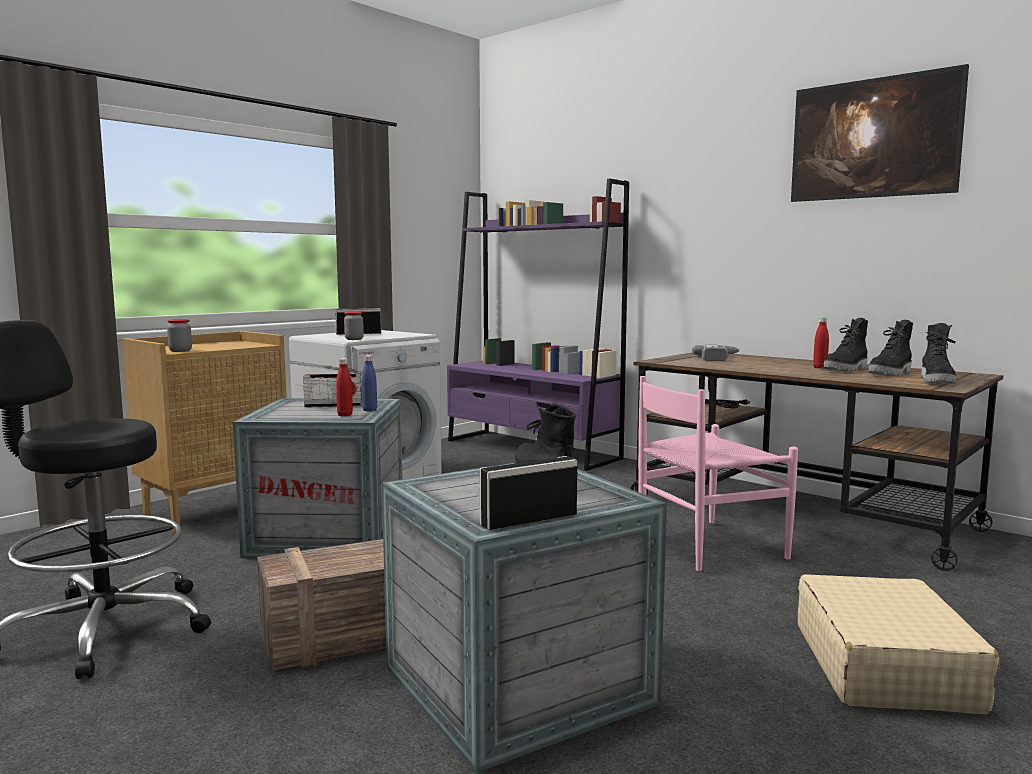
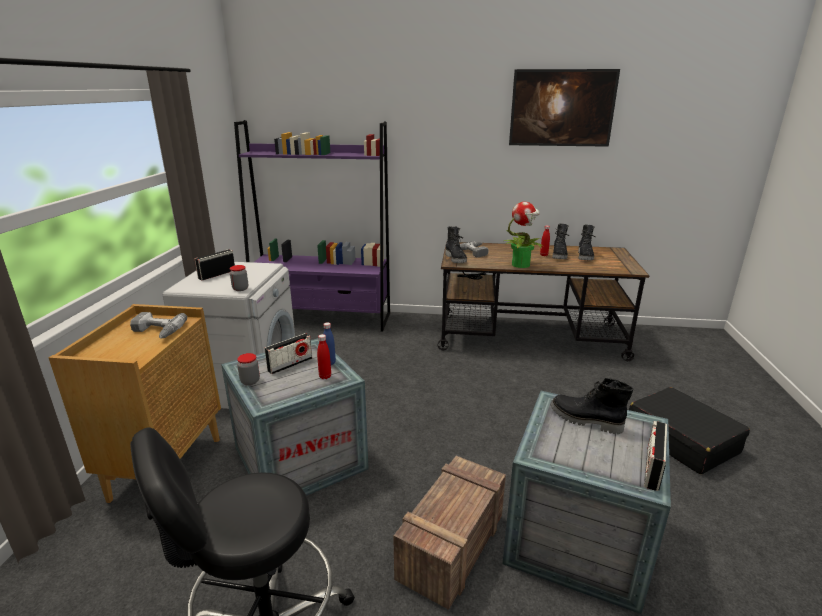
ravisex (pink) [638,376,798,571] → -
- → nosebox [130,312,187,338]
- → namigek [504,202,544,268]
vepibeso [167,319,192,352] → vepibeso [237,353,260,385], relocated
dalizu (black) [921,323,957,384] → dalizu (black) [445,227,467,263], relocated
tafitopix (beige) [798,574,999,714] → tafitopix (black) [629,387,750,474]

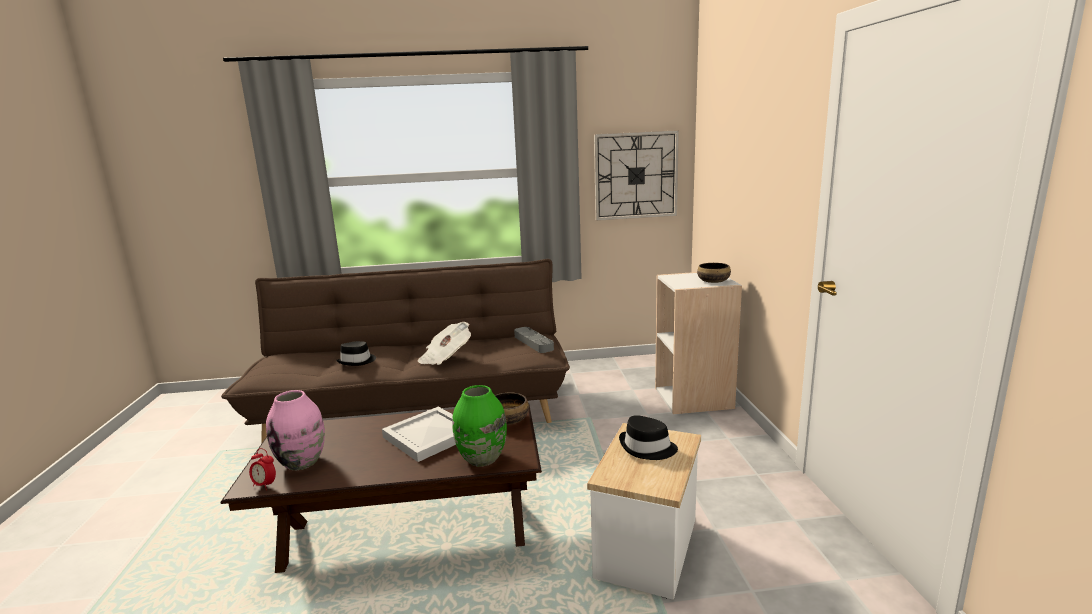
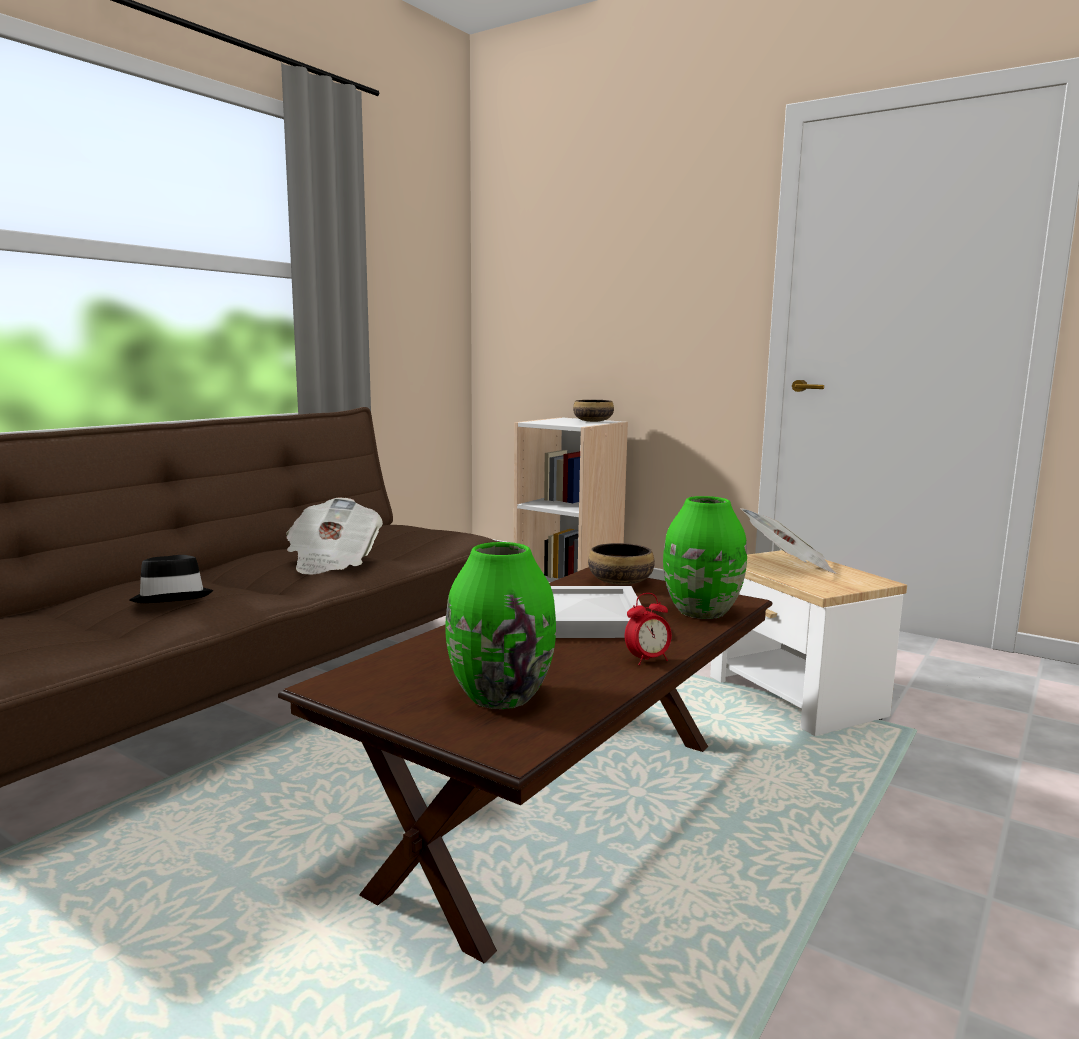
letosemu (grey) [514,327,554,353] → -
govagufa [594,130,679,221] → -
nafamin [249,448,276,490] → nafamin [625,593,672,665], relocated
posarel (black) [619,415,678,460] → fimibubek [741,508,837,574]
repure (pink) [266,390,325,470] → repure (green) [445,542,556,709]

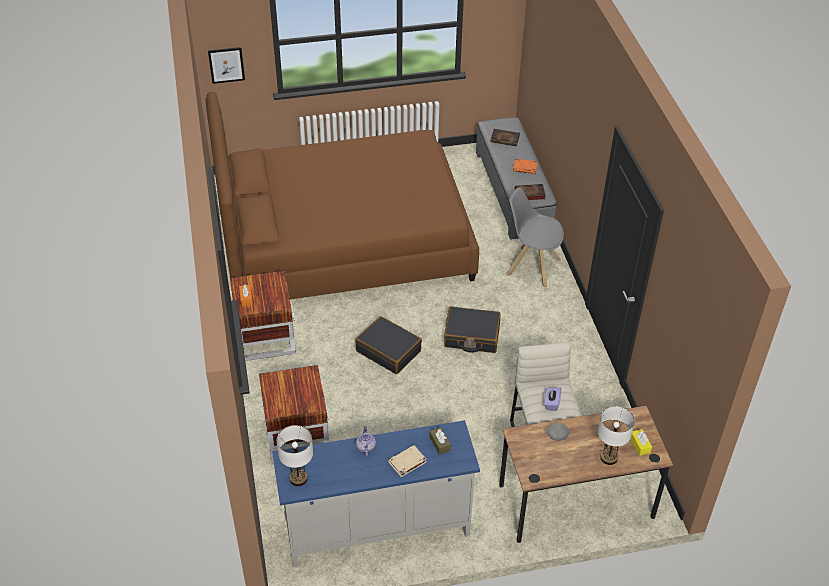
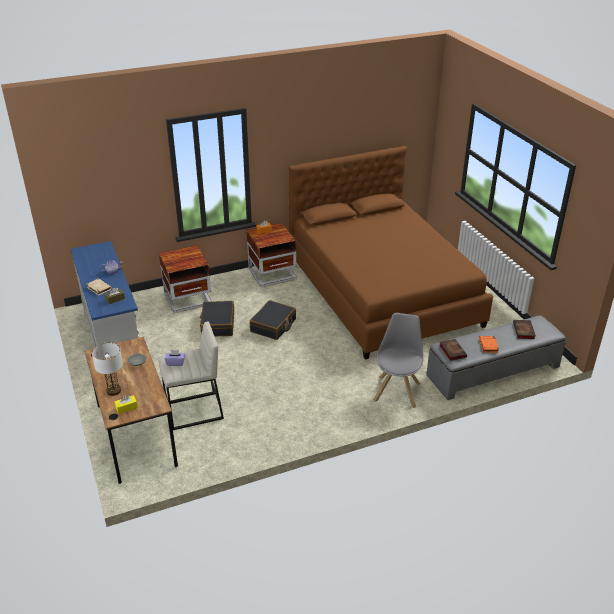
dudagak [208,47,245,84] → -
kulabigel [277,425,313,486] → -
tafitopix (black) [444,306,501,353] → tafitopix (black) [200,301,234,336], relocated

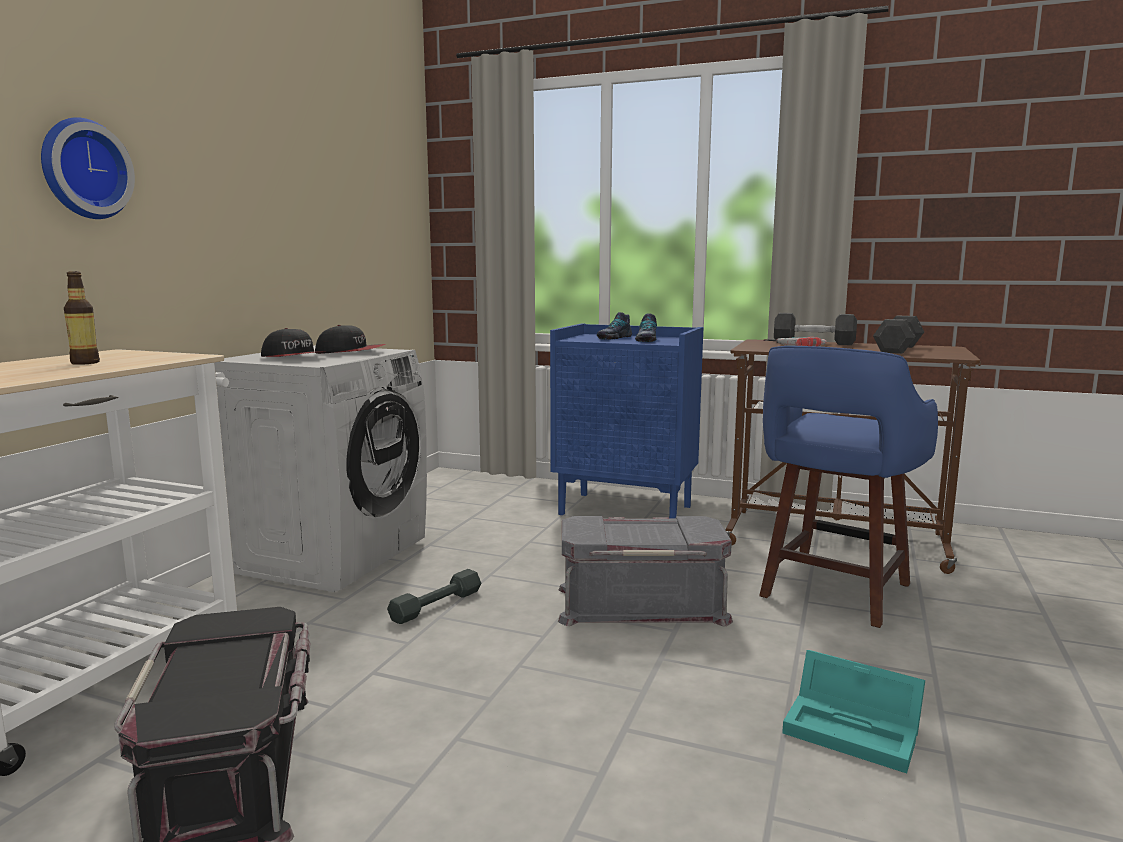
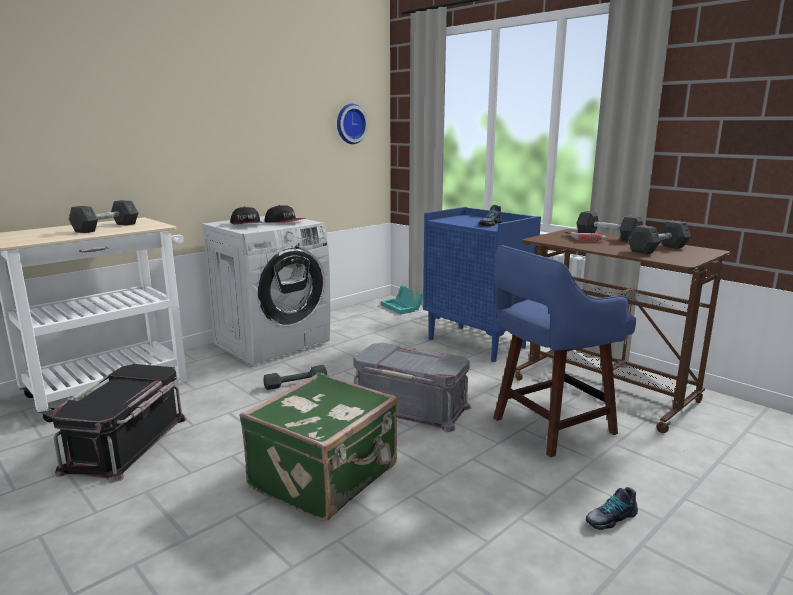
- → tafitopix (green) [240,372,398,522]
govagufa [41,117,135,219] → govagufa [337,104,368,144], relocated
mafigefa [597,312,632,340] → mafigefa [586,487,638,530], relocated
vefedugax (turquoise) [782,650,925,773] → vefedugax (turquoise) [381,285,423,315], relocated
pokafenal [64,271,100,365] → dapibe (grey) [69,200,138,233]

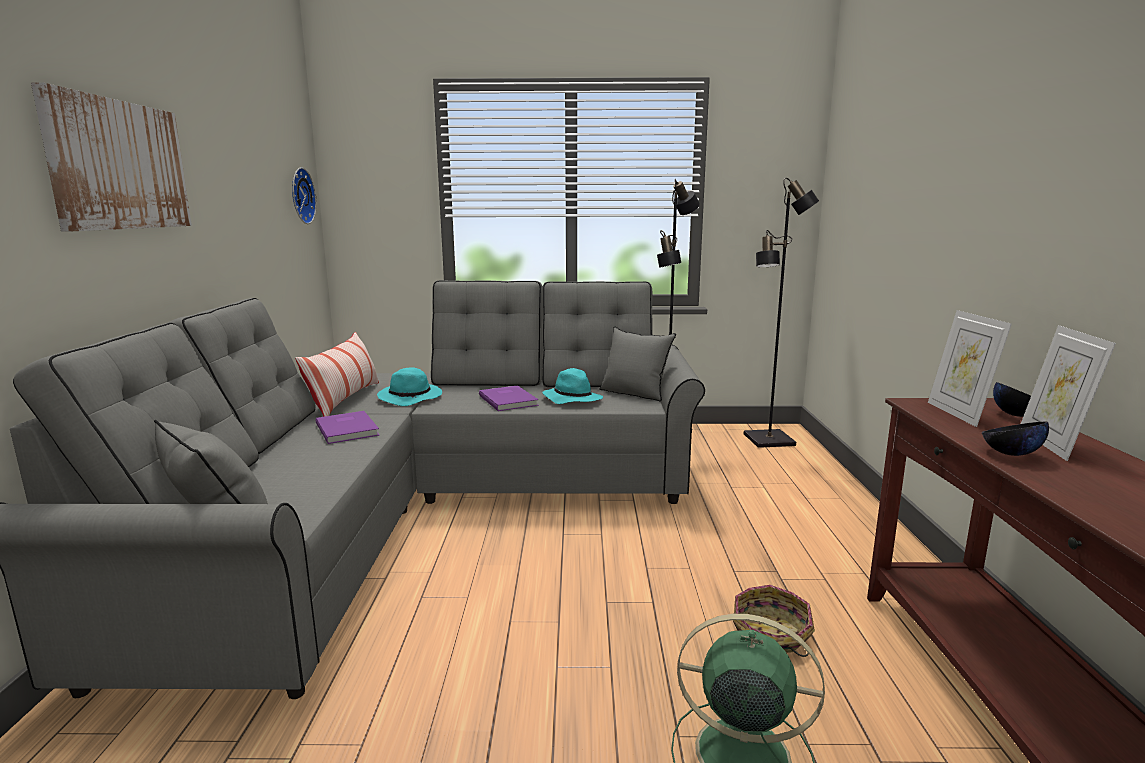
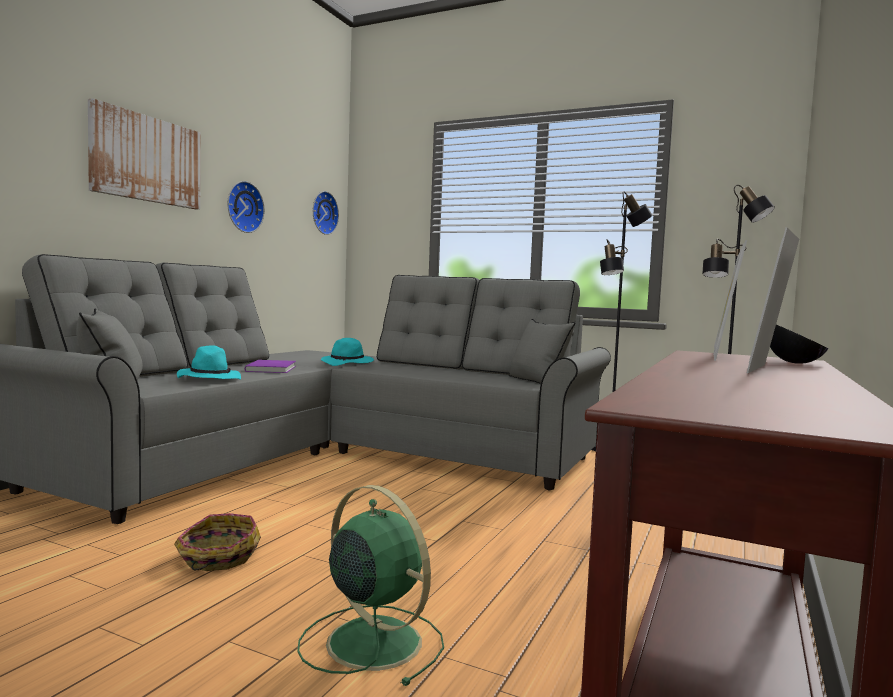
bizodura [295,332,379,417] → -
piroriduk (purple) [479,385,539,411] → -
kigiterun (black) [982,422,1049,456] → -
- → govagufa [227,181,265,233]
posarel (turquoise) [542,368,603,404] → posarel (turquoise) [177,345,241,379], relocated
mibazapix [733,585,815,657] → mibazapix [174,513,261,571], relocated

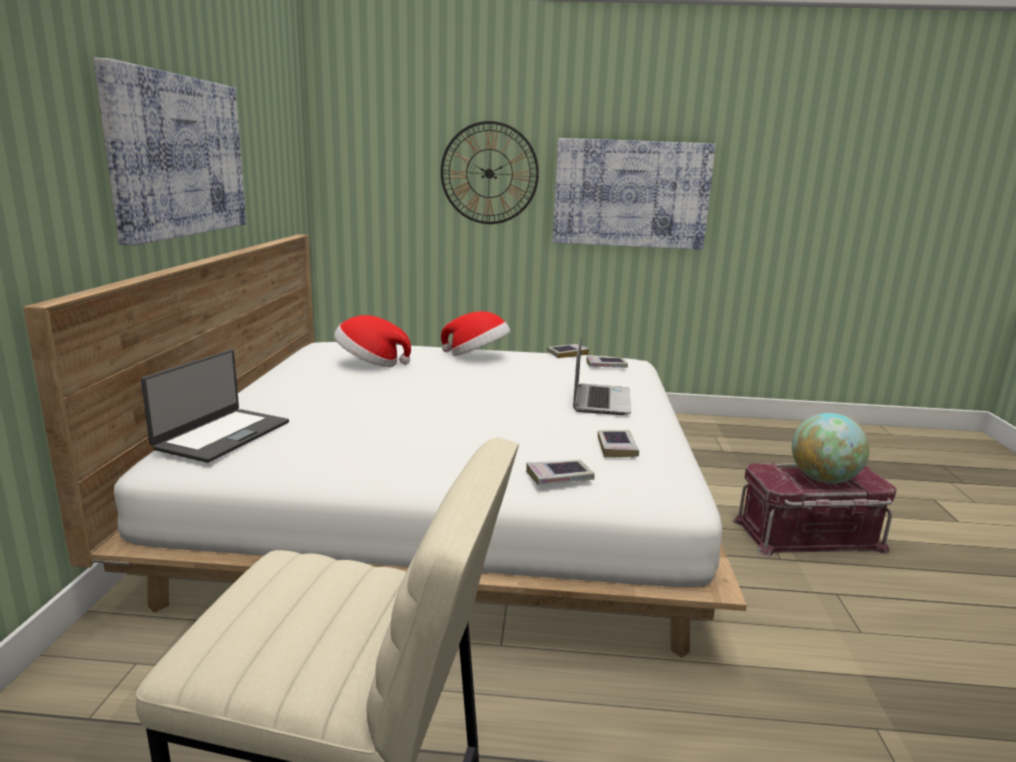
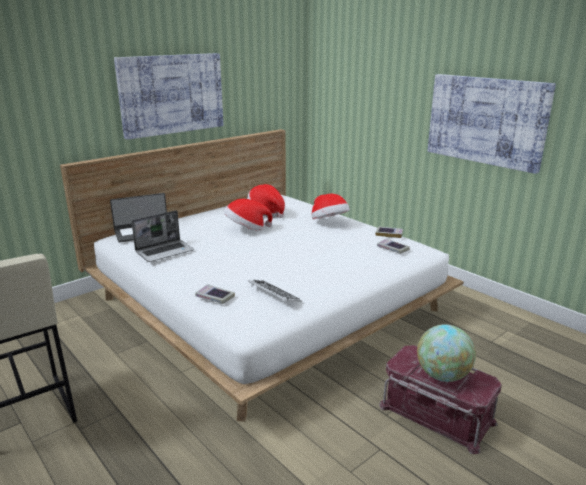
govagufa [441,121,539,224] → -
- → posarel [224,199,272,231]
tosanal [573,336,631,415] → tosanal [131,210,194,262], relocated
piroriduk [598,430,639,458] → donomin [248,280,302,302]

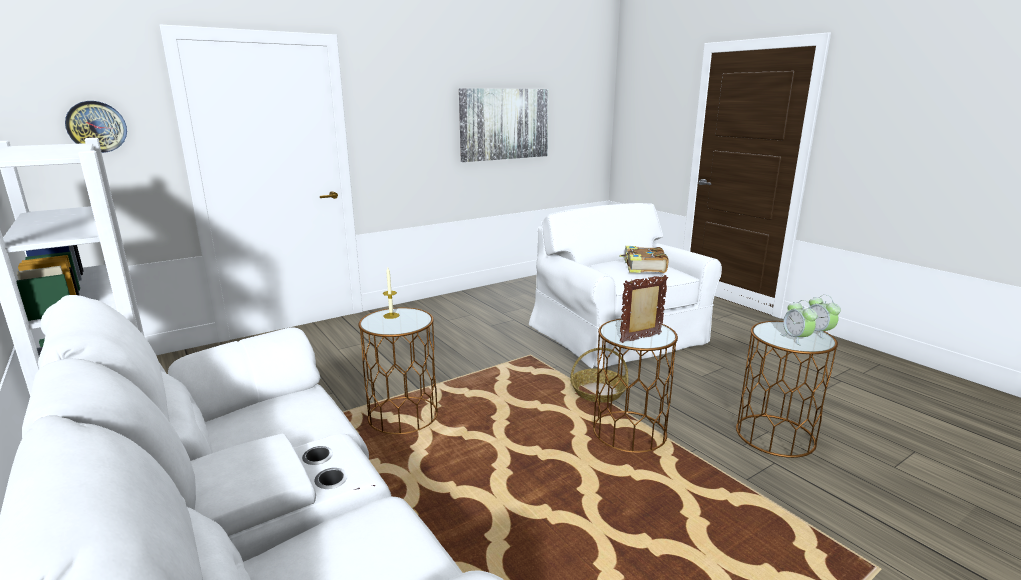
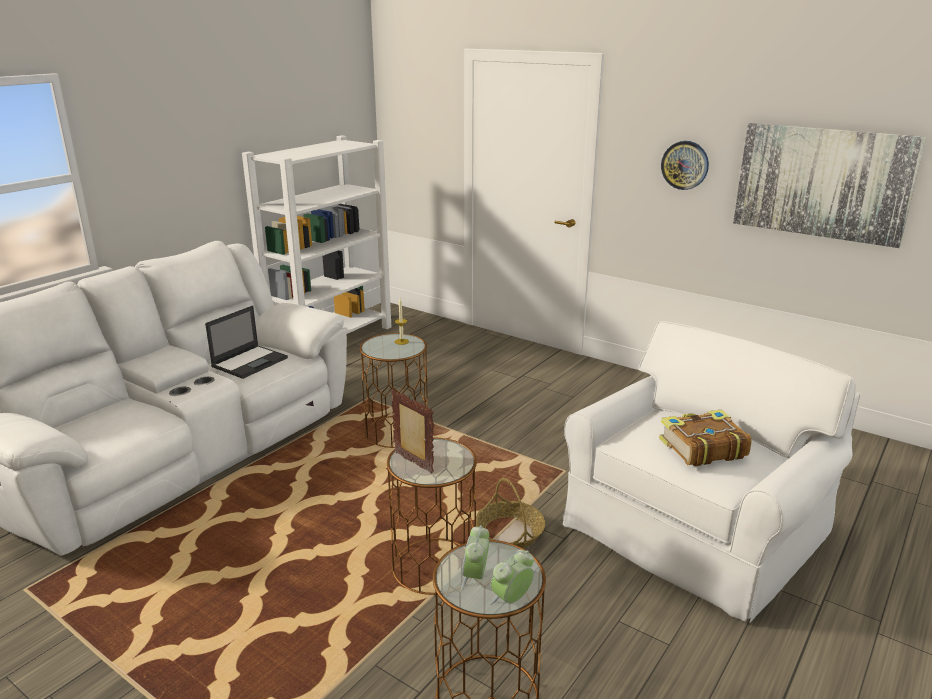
- → tosanal [205,306,288,379]
govagufa [65,101,127,153] → govagufa [661,141,709,190], relocated
nafamin [780,300,818,345] → nafamin [461,525,489,589], 45 degrees counterclockwise

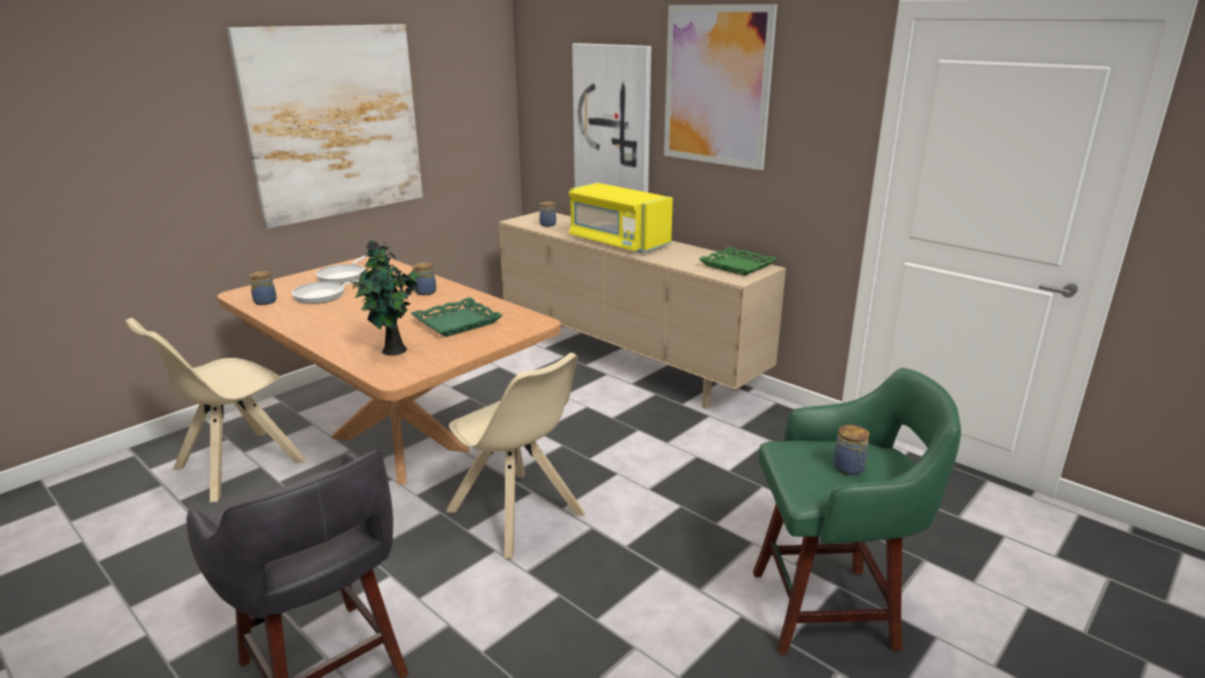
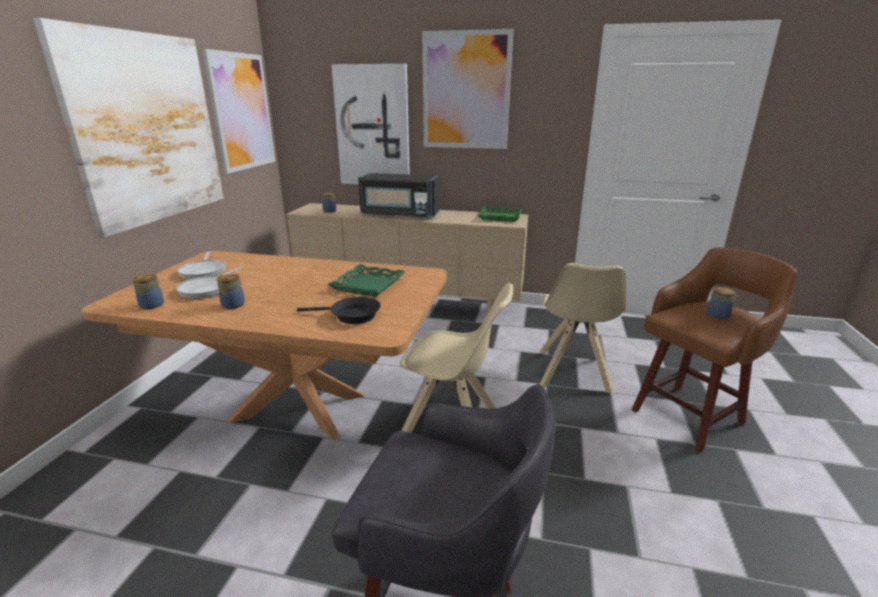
- → dudagak [202,49,275,174]
ravisex (beige) [126,318,306,502] → ravisex (beige) [540,263,626,395], relocated
vepibeso [413,263,436,296] → vepibeso [217,274,245,309], relocated
namigek [351,240,420,356] → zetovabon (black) [297,297,380,324]
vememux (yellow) [568,183,673,253] → vememux (black) [358,173,441,219]
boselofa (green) [753,368,961,654] → boselofa (brown) [631,248,798,453]

